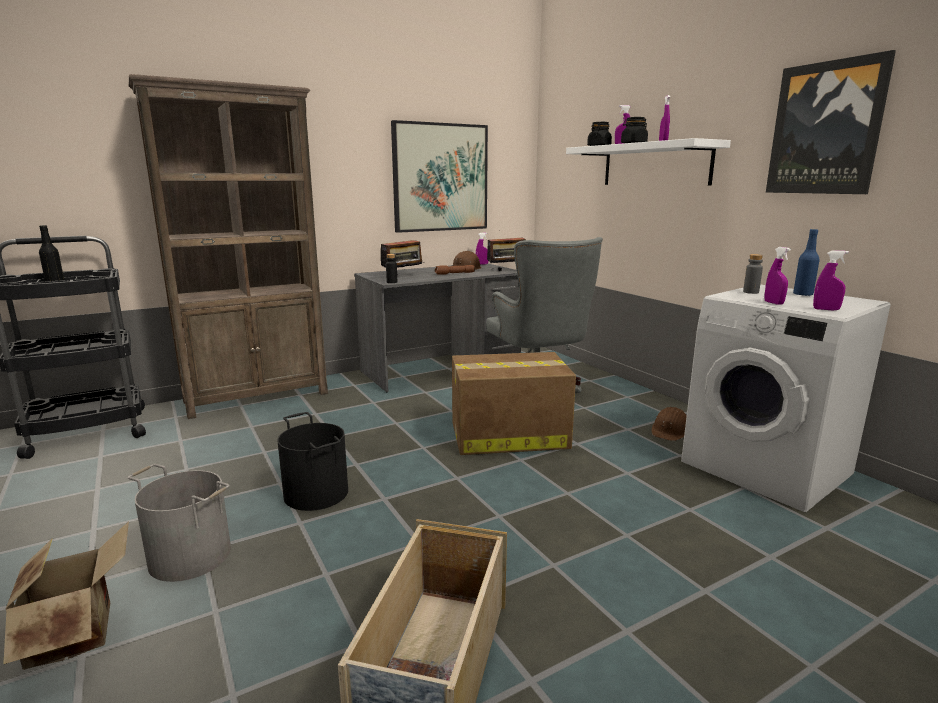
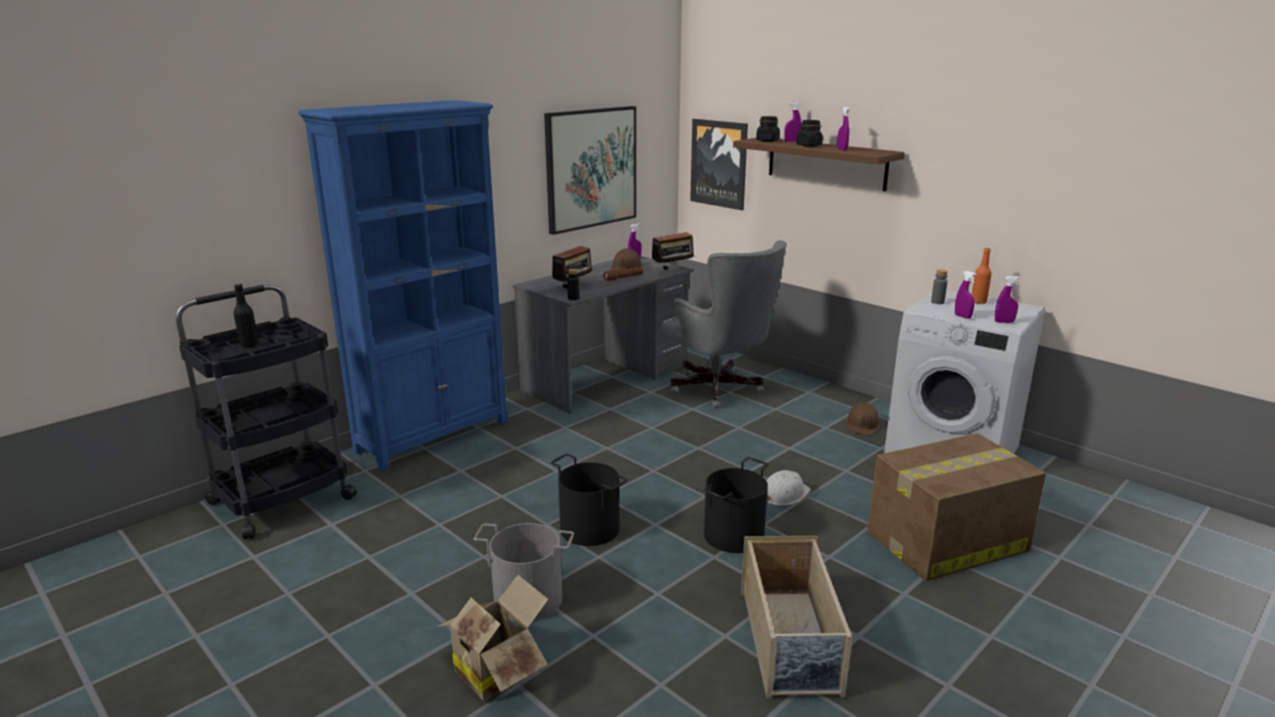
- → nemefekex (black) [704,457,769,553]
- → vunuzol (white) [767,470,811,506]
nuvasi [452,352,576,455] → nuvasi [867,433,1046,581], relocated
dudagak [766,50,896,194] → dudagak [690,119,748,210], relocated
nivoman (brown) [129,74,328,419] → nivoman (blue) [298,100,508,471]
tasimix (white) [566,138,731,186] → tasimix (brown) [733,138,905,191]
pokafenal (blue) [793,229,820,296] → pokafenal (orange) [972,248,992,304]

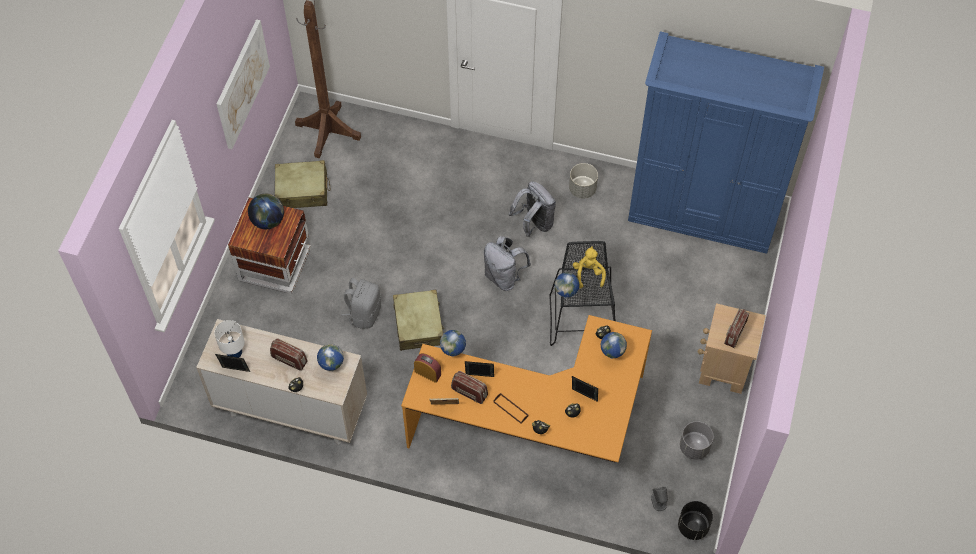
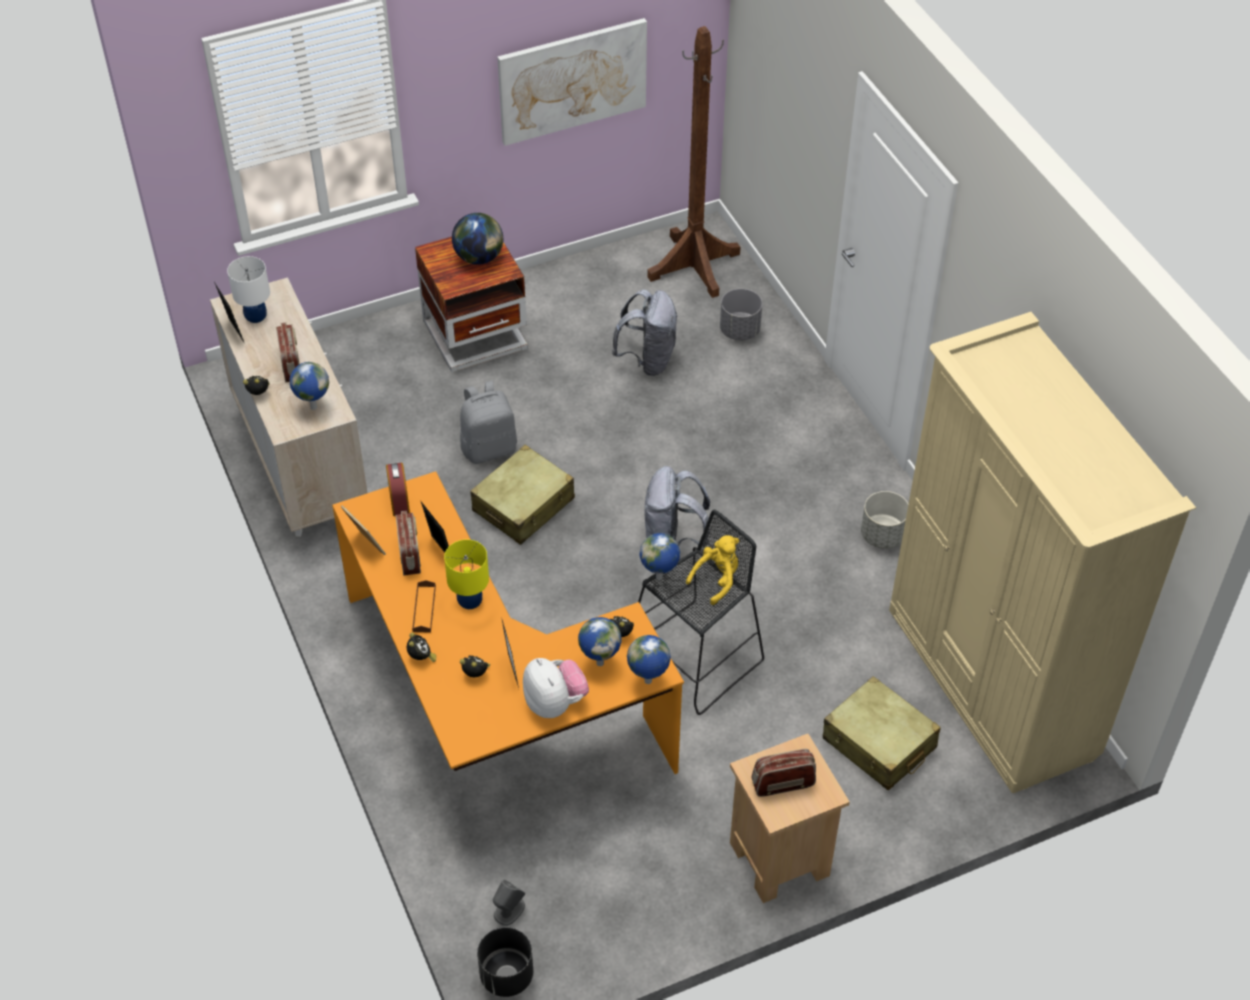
- → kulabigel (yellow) [444,539,489,609]
- → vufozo [523,658,589,718]
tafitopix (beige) [275,160,331,208] → tafitopix (beige) [823,676,940,790], relocated
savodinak [440,330,466,357] → savodinak [627,635,671,684], relocated
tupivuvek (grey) [509,181,556,237] → tupivuvek (grey) [612,289,678,376], relocated
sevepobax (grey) [680,421,714,460] → sevepobax (grey) [720,289,762,340], relocated
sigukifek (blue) [628,31,824,254] → sigukifek (beige) [889,312,1196,793]

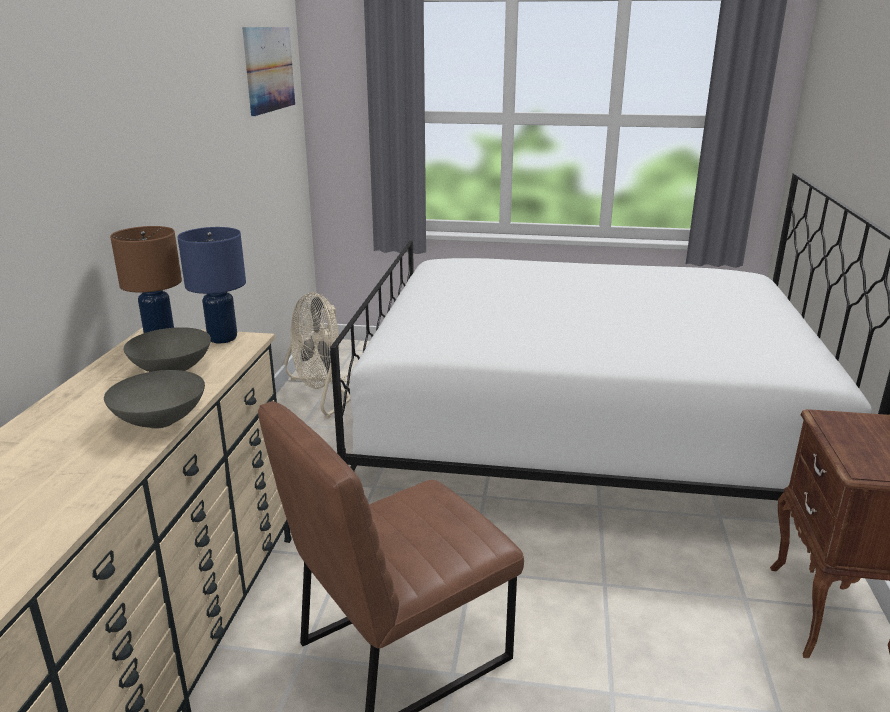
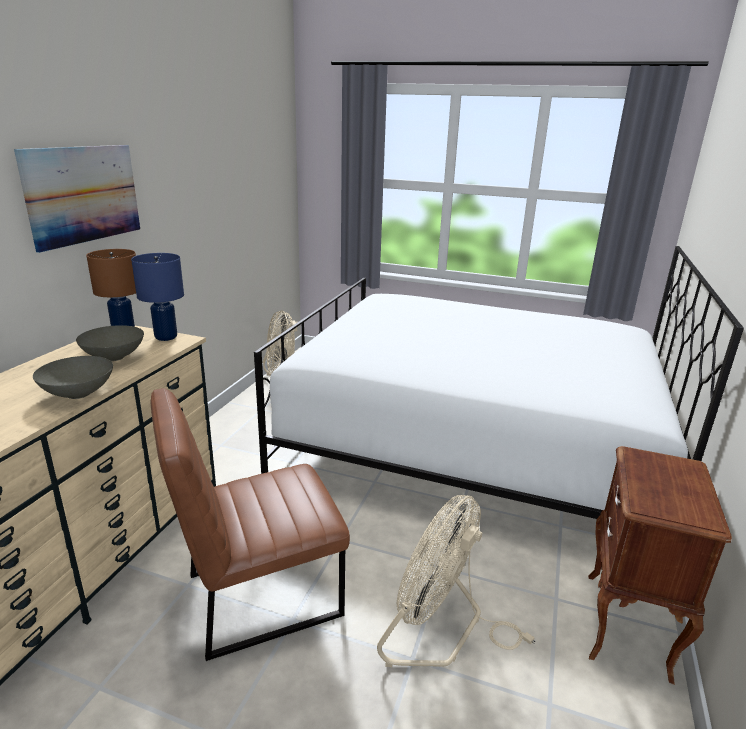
- → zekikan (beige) [377,495,536,668]
dudagak [242,27,295,116] → dudagak [14,145,140,253], relocated

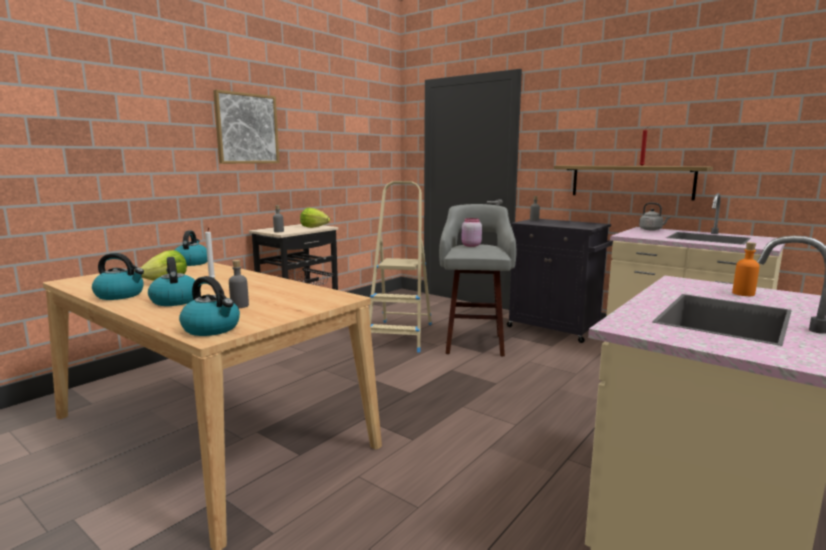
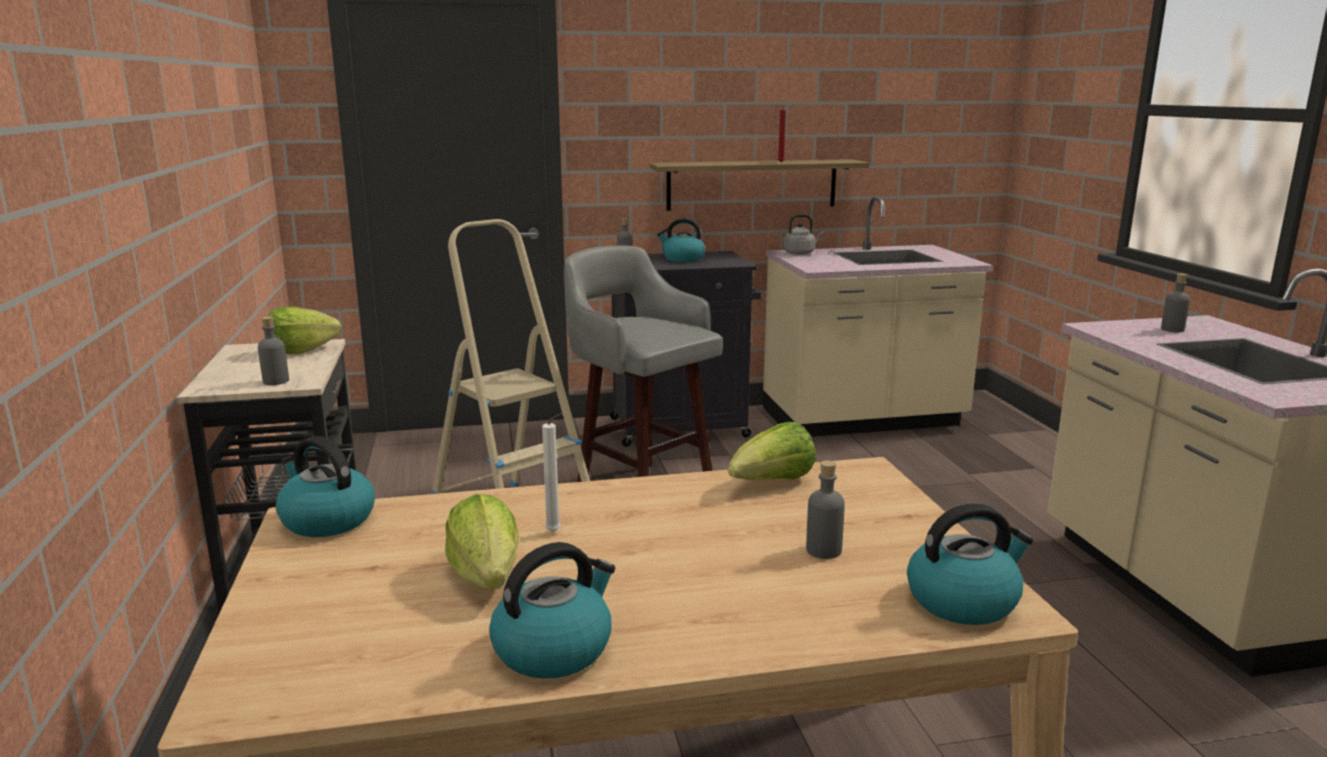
dudagak [213,90,279,164] → -
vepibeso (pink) [462,218,482,247] → -
- → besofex [728,422,816,480]
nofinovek [148,257,195,306] → nofinovek [657,218,705,262], relocated
pokafenal (orange) [732,242,760,296] → pokafenal (grey) [1161,273,1190,332]

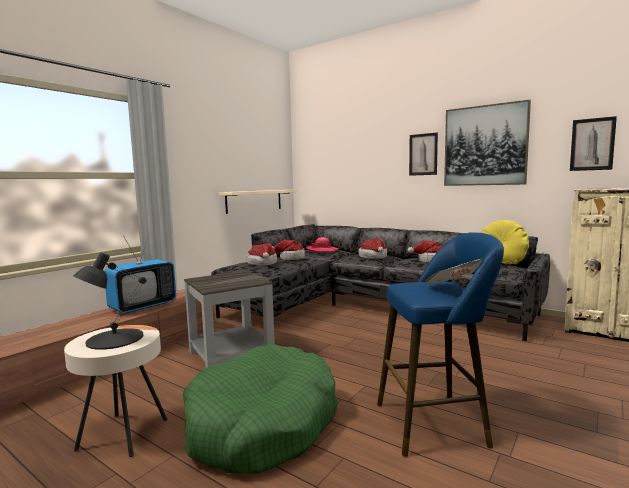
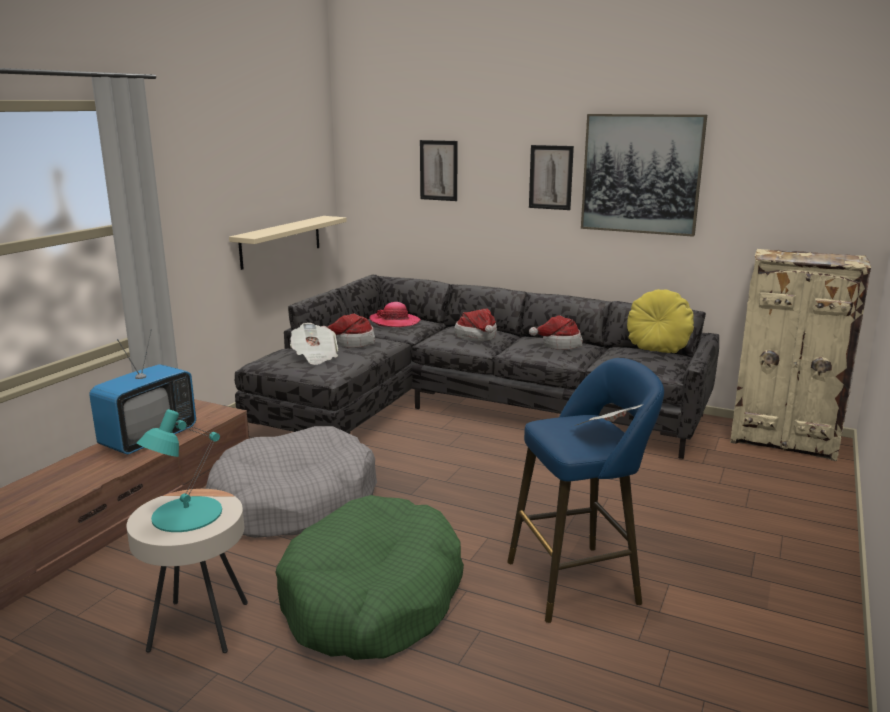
dudagak [570,116,617,171] → dudagak [420,140,458,201], relocated
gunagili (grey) [184,271,275,368] → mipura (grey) [206,426,377,538]
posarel [247,243,277,265] → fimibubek [290,323,338,365]
kulabigel (black) [73,252,146,350] → kulabigel (turquoise) [137,409,222,532]

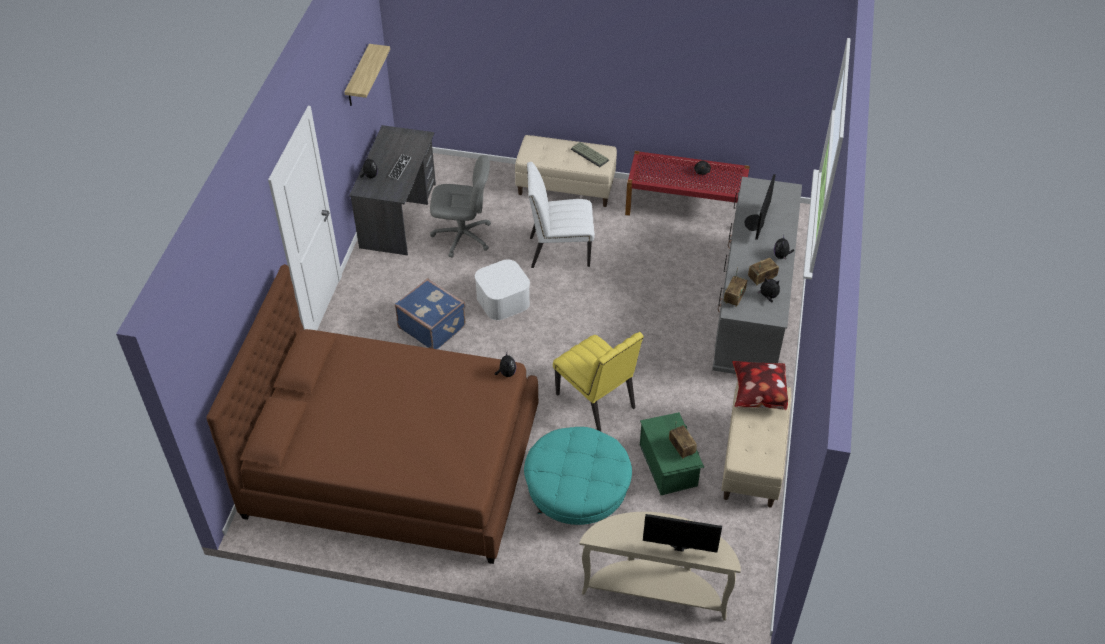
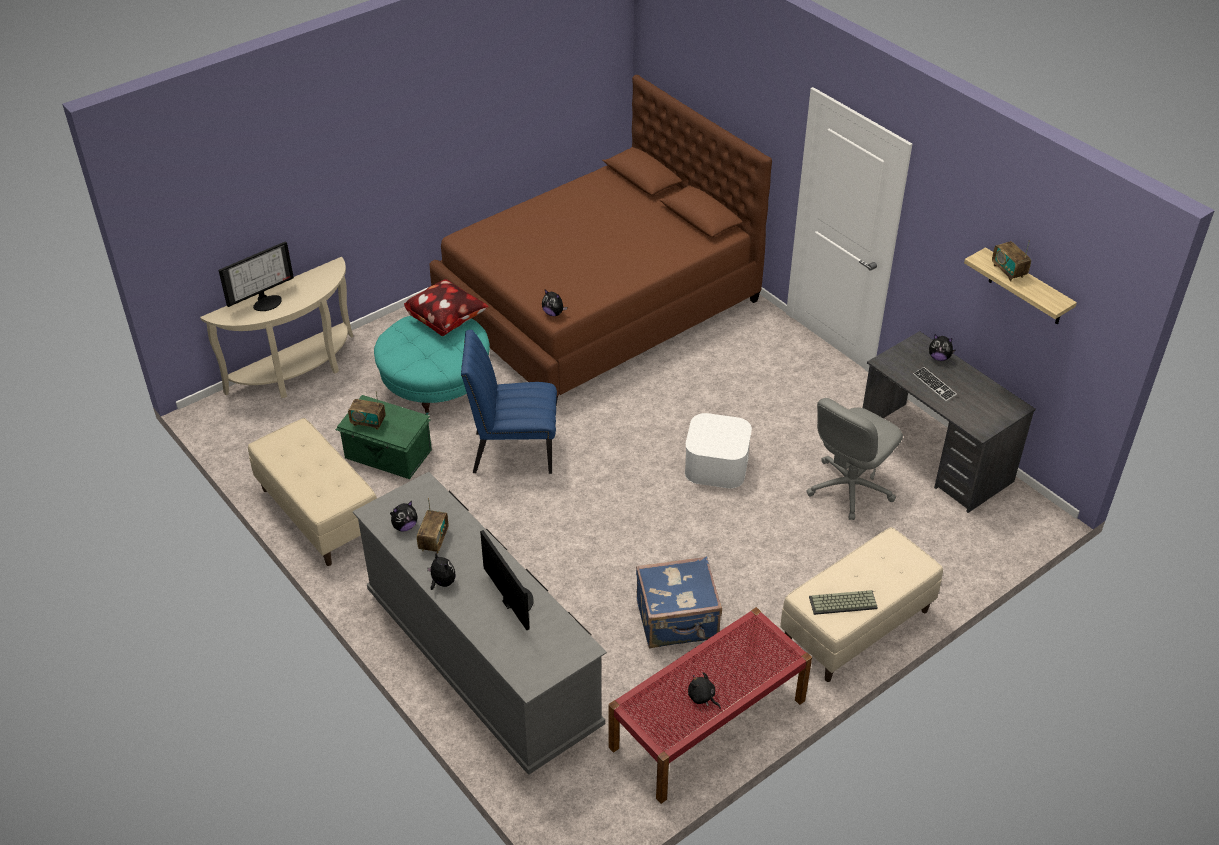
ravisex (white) [527,162,595,268] → -
tafitopix (blue) [395,278,465,349] → tafitopix (blue) [636,556,722,648], relocated
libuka [724,267,747,307] → libuka [992,240,1031,281], relocated
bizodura [732,361,788,411] → bizodura [404,279,489,336], relocated
ravisex (yellow) [553,332,644,432] → ravisex (blue) [461,330,557,474]

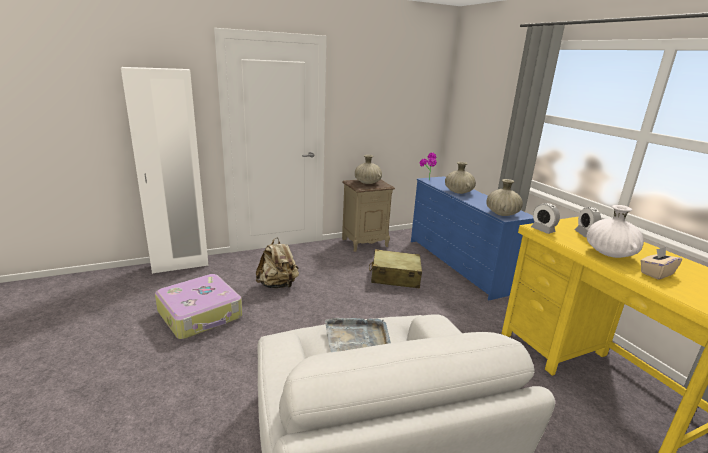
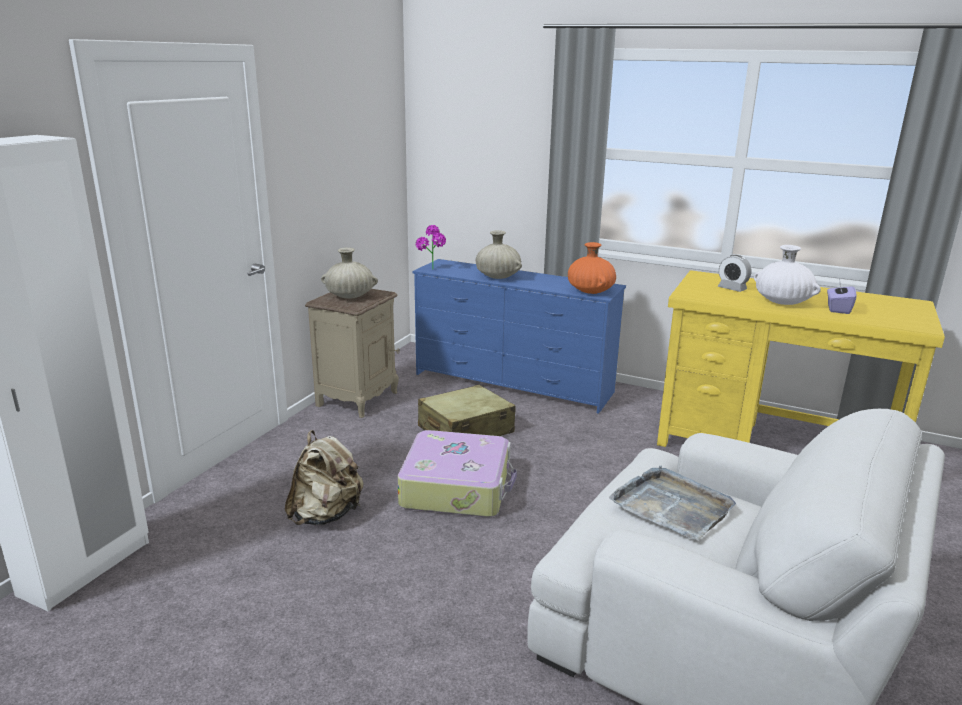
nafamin [531,203,560,234] → -
tafitopix [155,274,242,339] → tafitopix [397,430,517,517], relocated
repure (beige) [486,179,523,216] → repure (orange) [568,242,616,294]
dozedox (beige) [641,247,682,280] → dozedox (purple) [827,283,856,314]

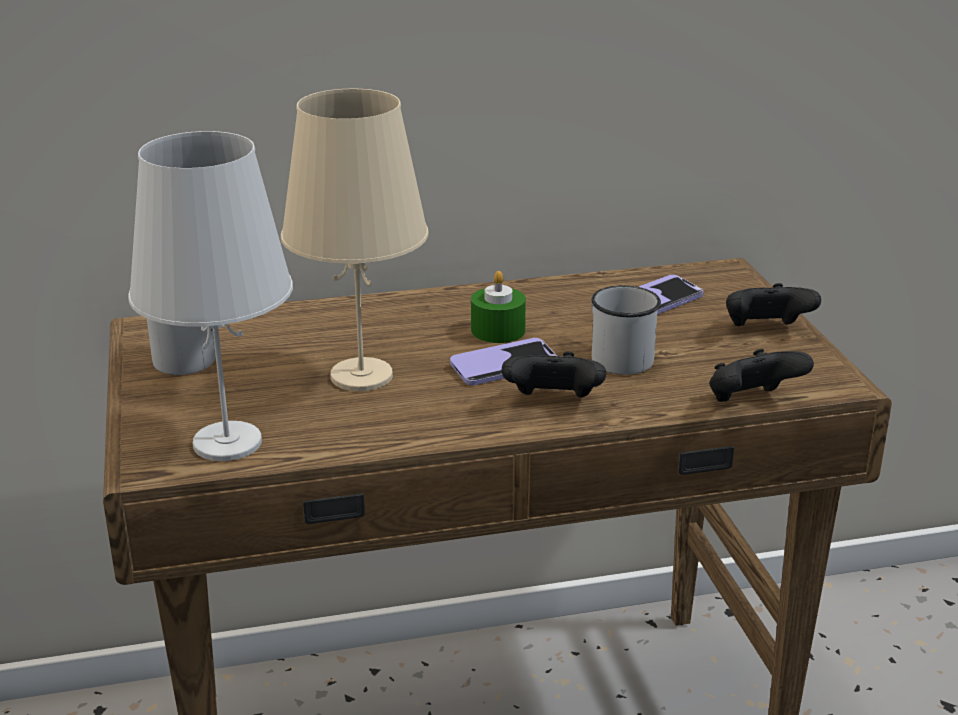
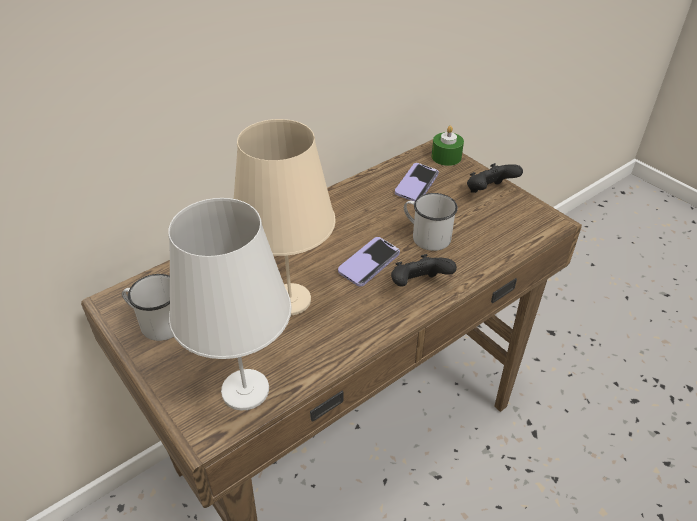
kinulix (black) [709,349,814,402] → -
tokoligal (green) [471,271,526,343] → tokoligal (green) [432,126,464,166], relocated

